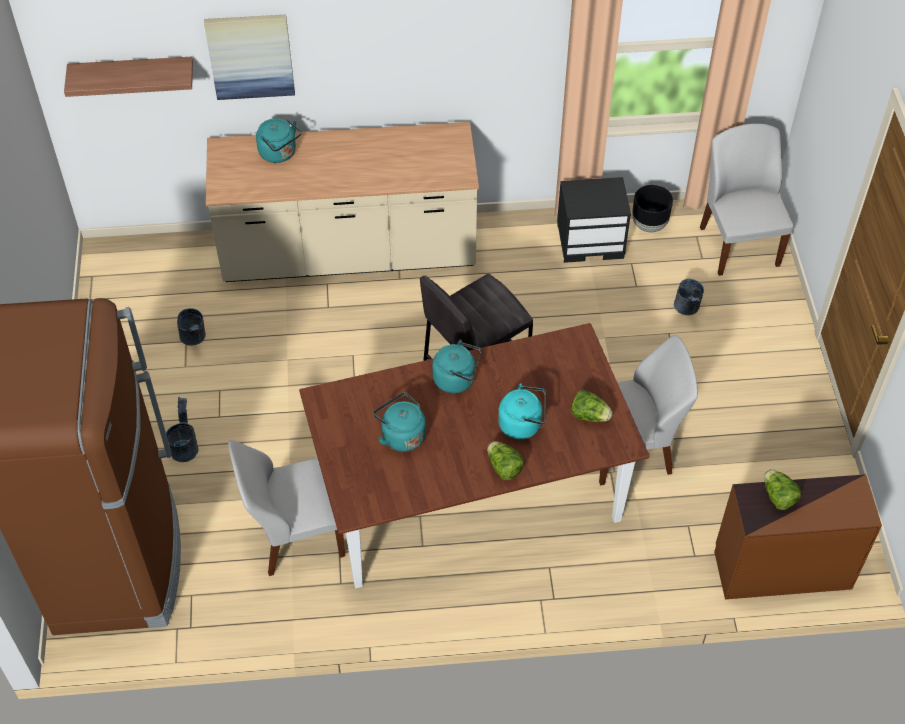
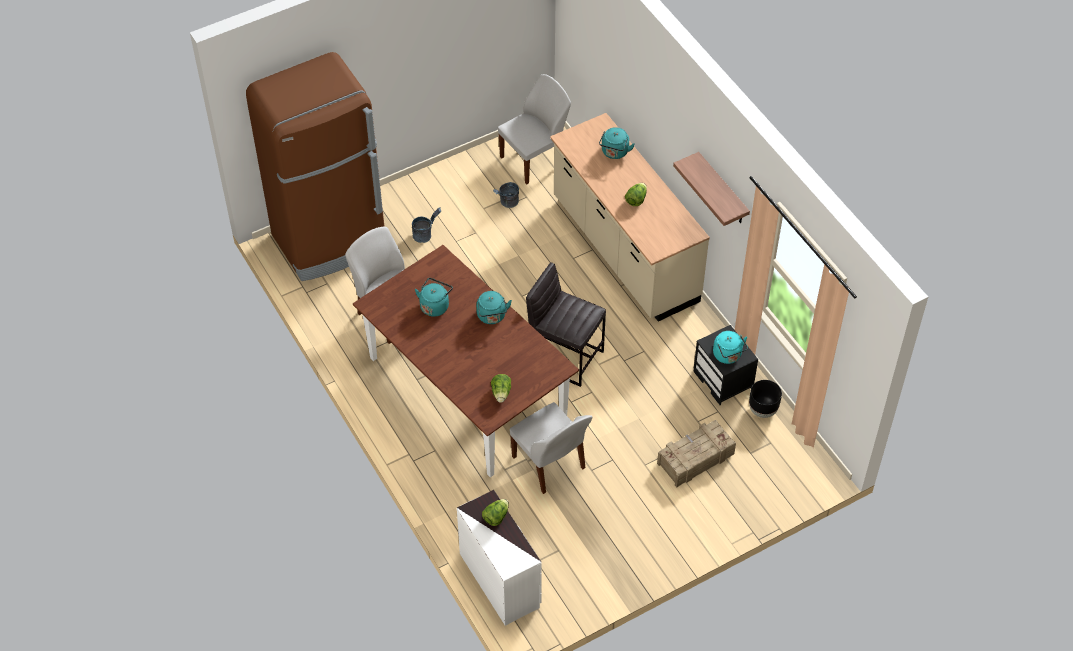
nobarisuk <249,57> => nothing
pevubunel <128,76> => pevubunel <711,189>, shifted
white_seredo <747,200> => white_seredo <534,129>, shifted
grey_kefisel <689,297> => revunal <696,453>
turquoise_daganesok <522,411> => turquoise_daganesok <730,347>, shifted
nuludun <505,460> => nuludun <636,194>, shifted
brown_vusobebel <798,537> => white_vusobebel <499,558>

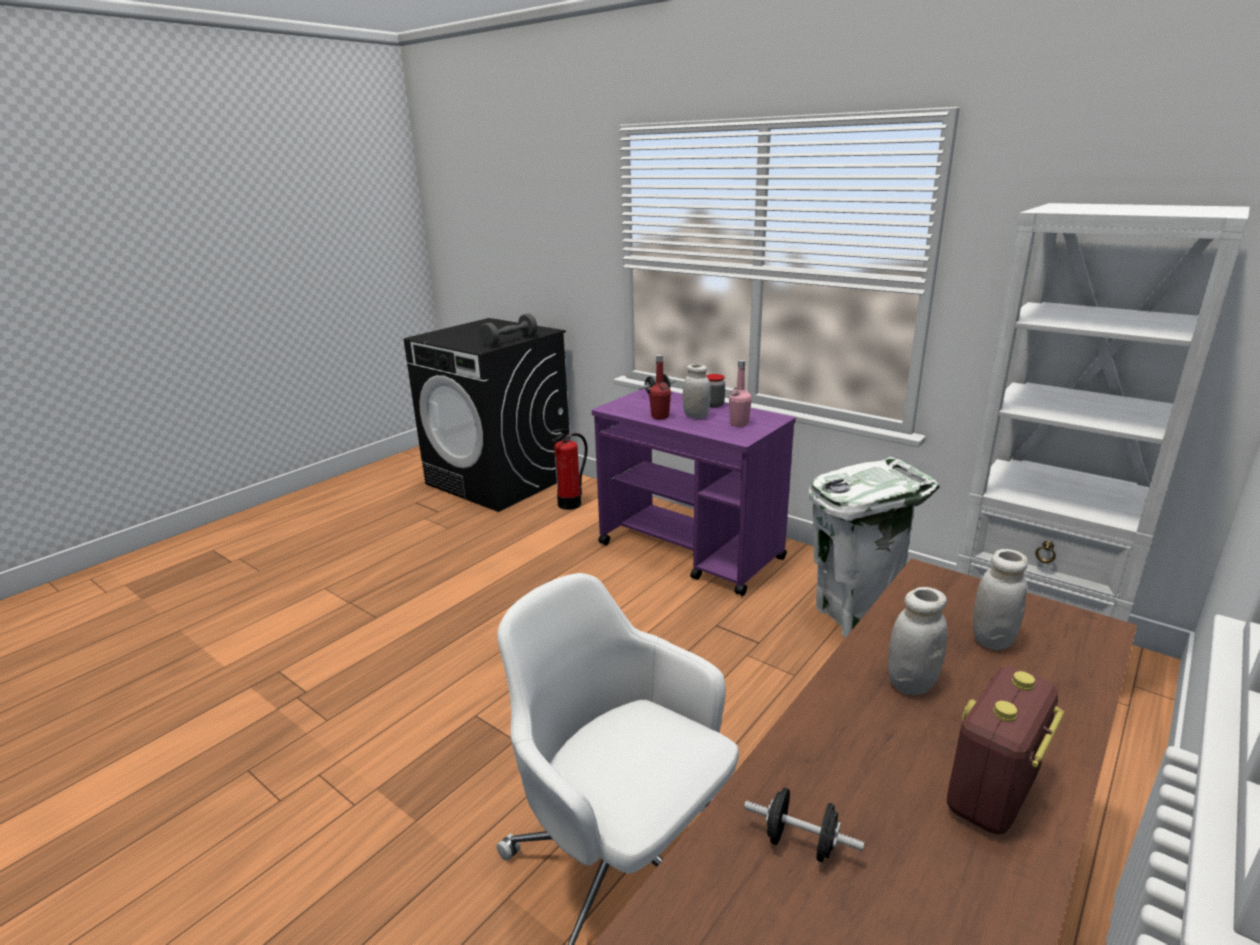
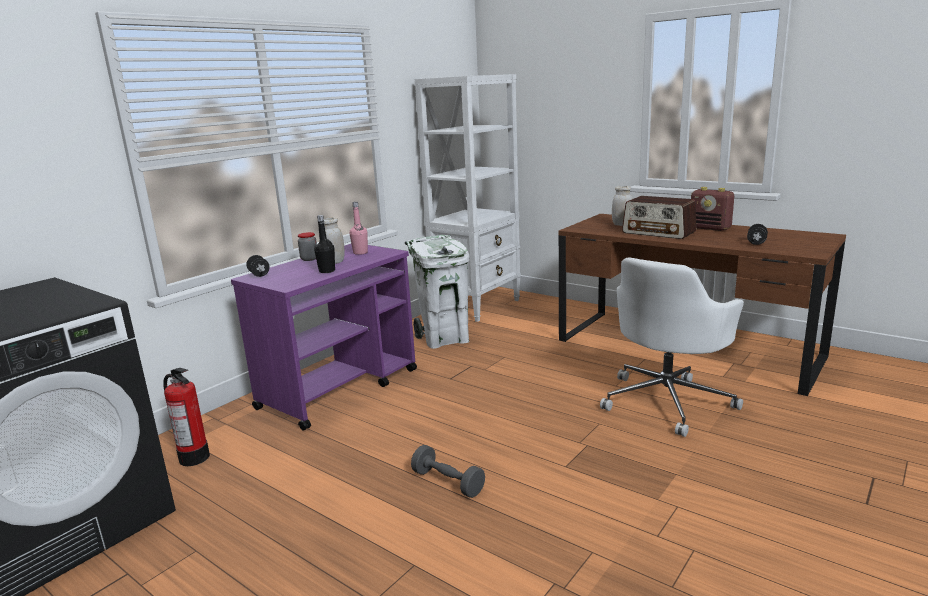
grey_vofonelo <508,330> => grey_vofonelo <448,471>, shifted
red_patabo <660,387> => black_patabo <324,244>
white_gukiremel <917,641> => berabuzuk <659,217>

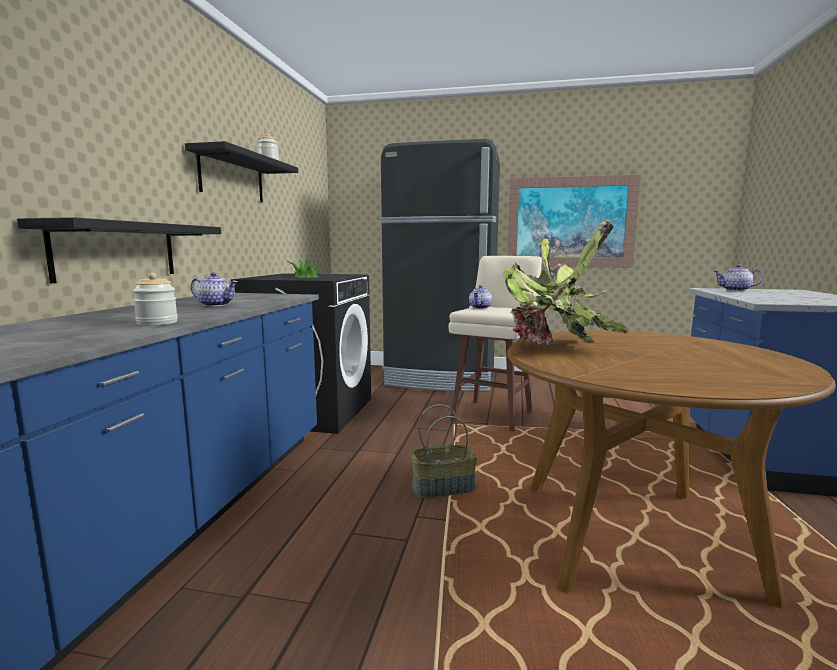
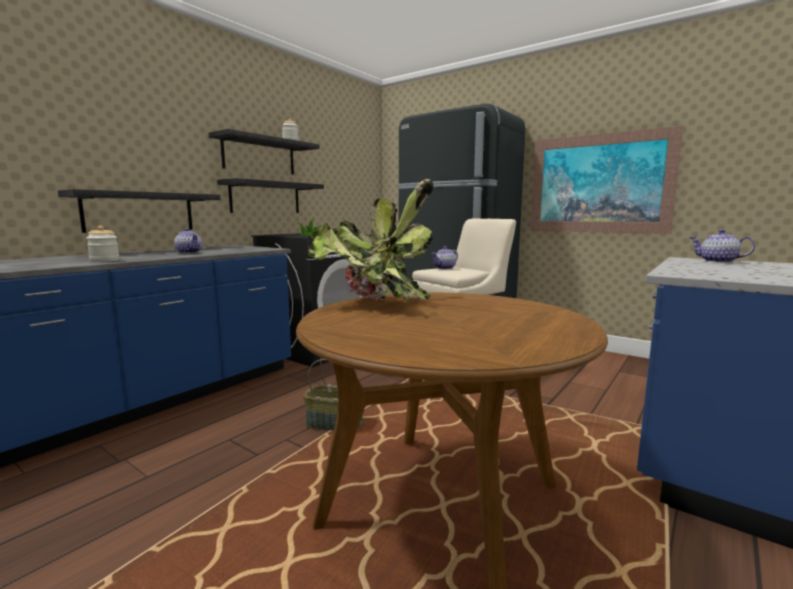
nothing => black_pevubunel <270,195>

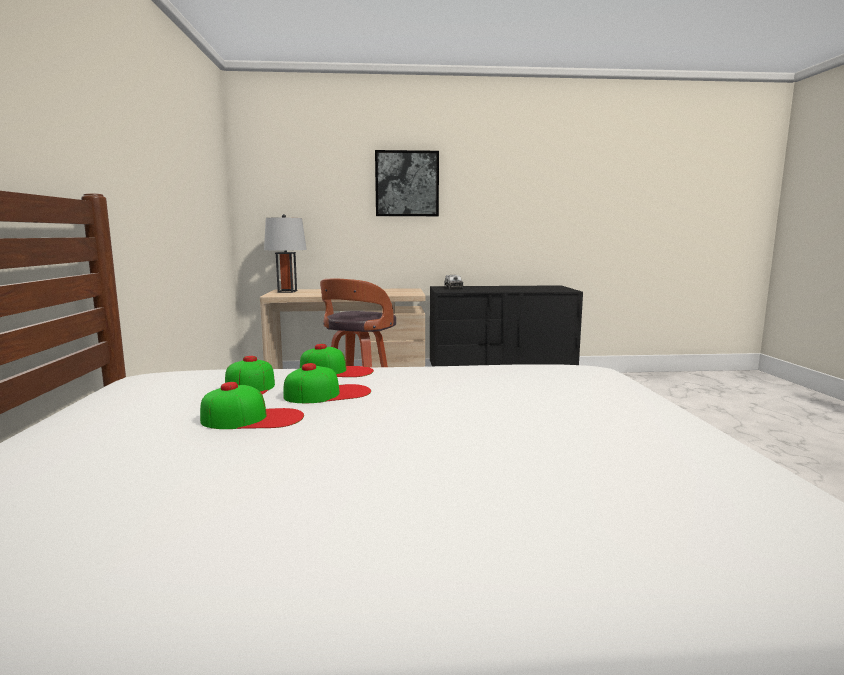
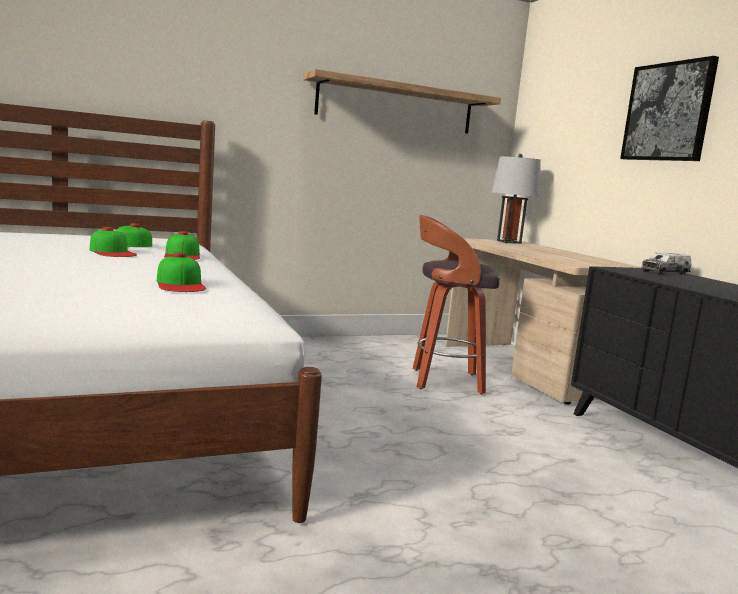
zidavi <252,405> => zidavi <181,272>, shifted
nothing => pevubunel <402,101>

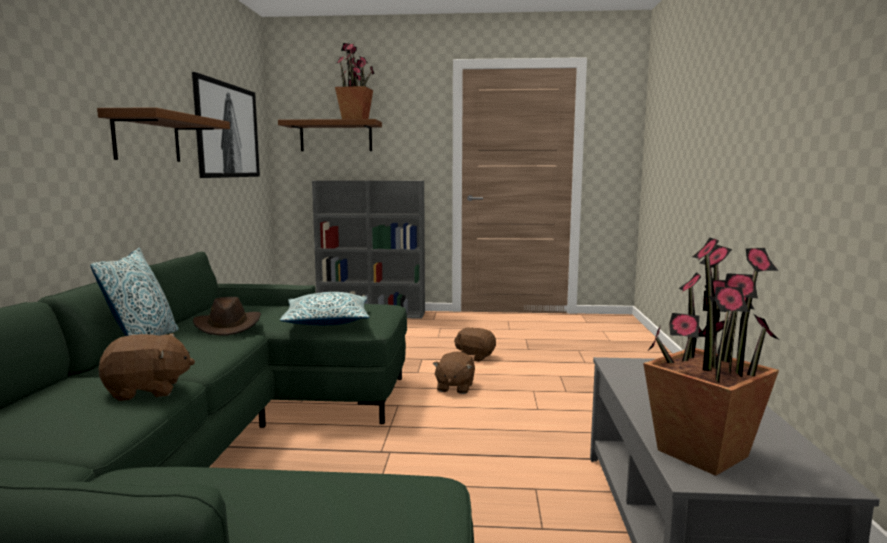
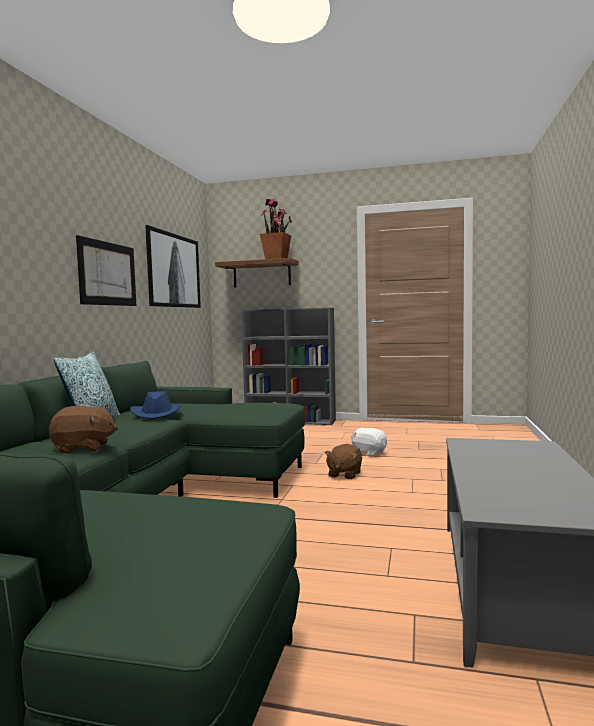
brown_pevubunel <163,134> => nobarisuk <106,270>
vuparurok <711,356> => nothing
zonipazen <324,308> => nothing
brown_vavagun <227,316> => blue_vavagun <156,405>
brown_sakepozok <475,344> => white_sakepozok <369,442>

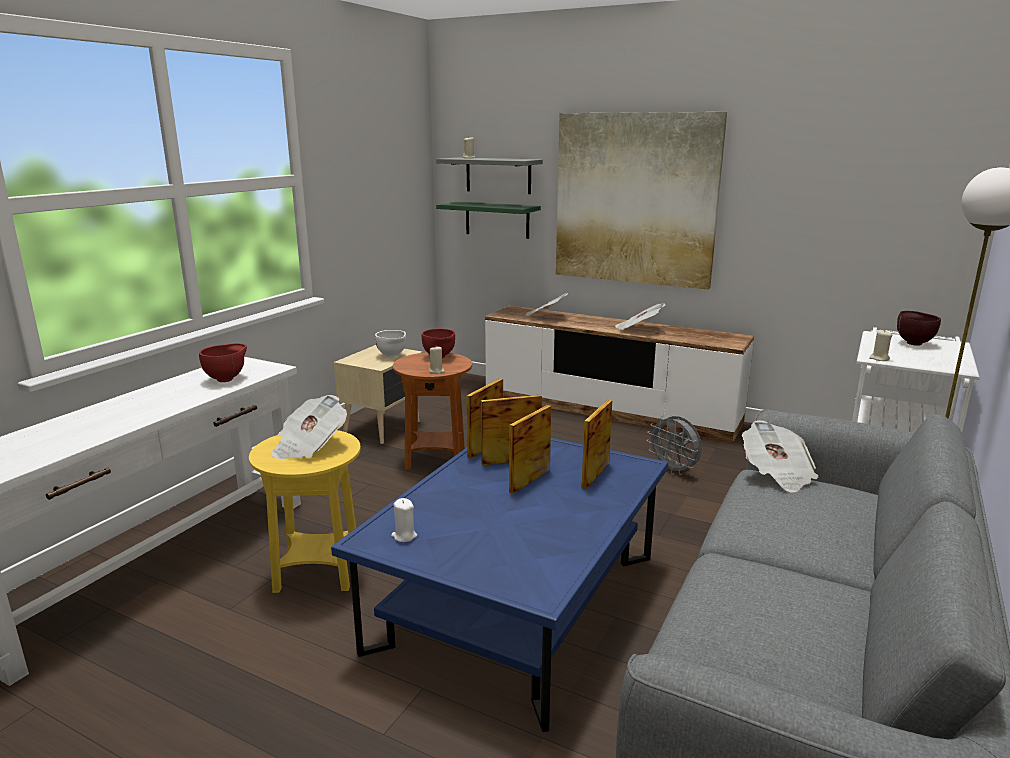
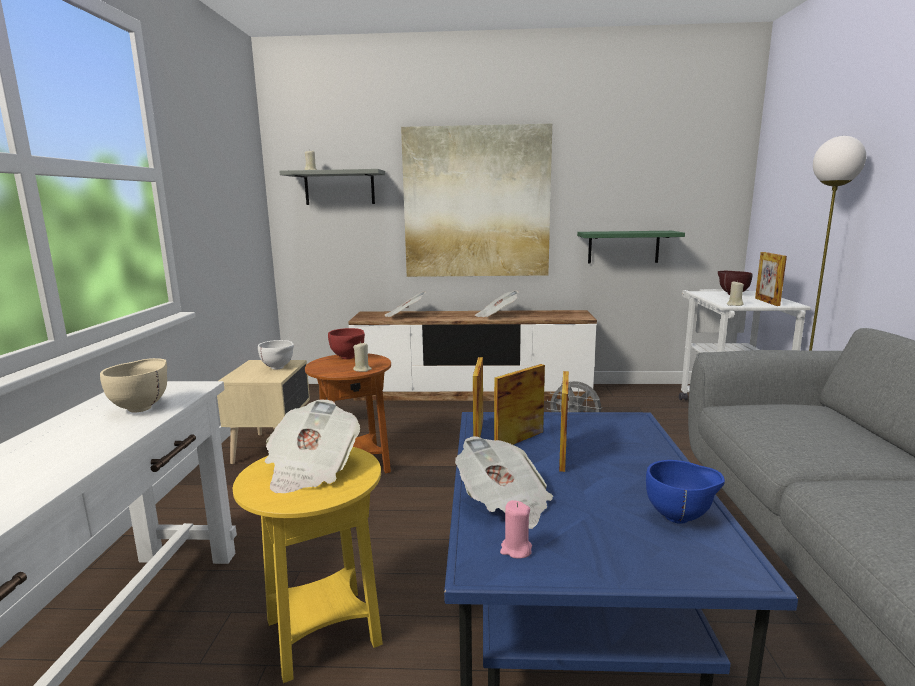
green_pevubunel <488,220> => green_pevubunel <631,247>, shifted
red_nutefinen <223,362> => beige_nutefinen <133,385>
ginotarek <597,444> => ginotarek <771,279>, shifted
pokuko <780,456> => pokuko <504,482>, shifted
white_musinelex <404,520> => pink_musinelex <516,529>
nothing => blue_nutefinen <685,492>

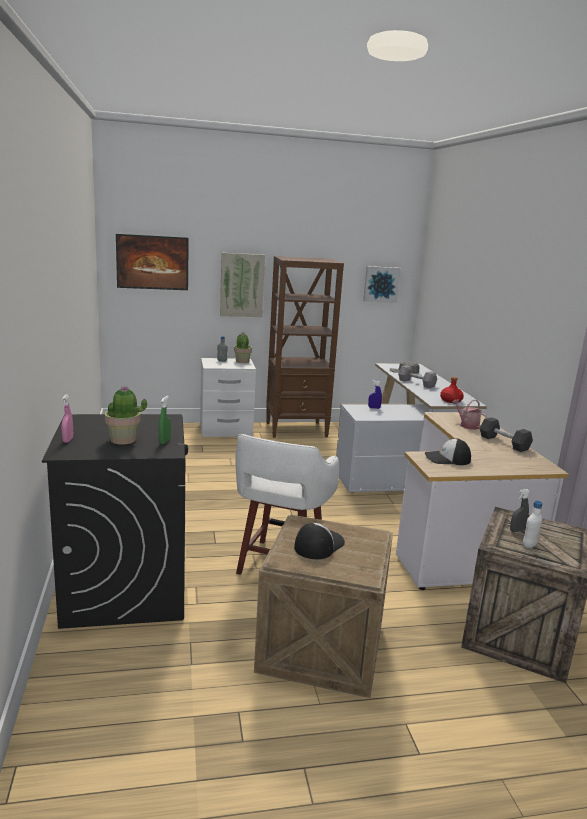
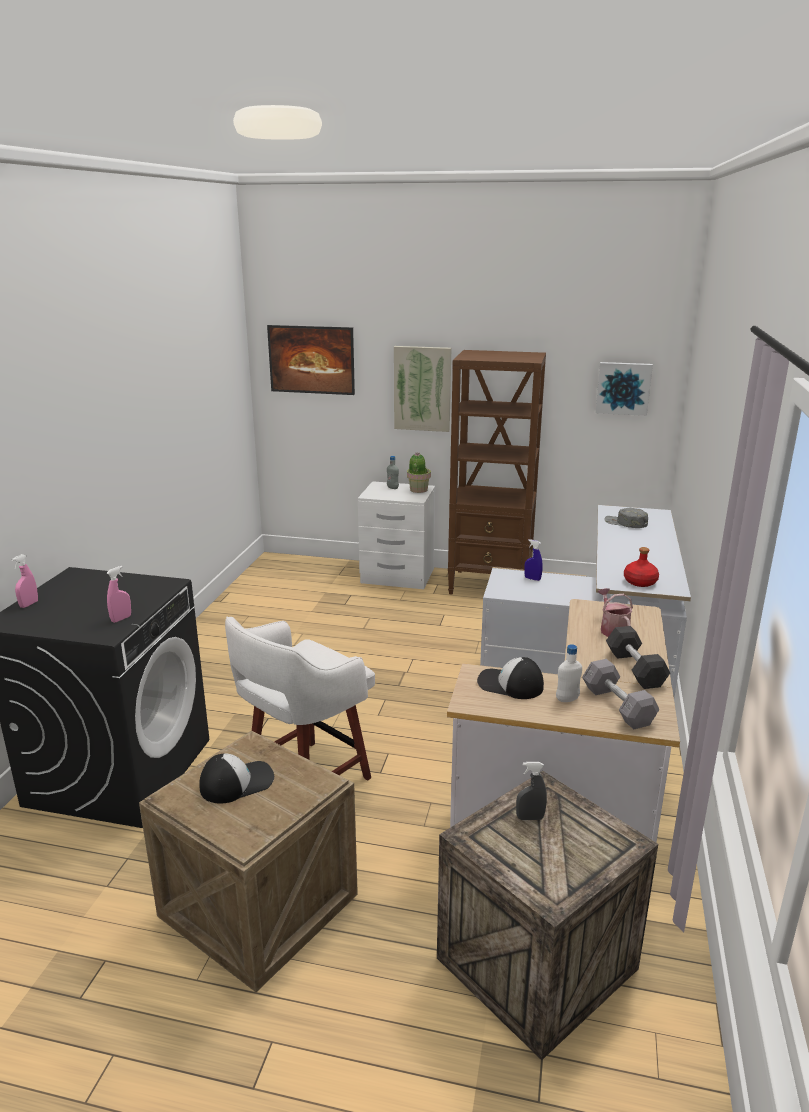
grey_vofonelo <417,376> => grey_vofonelo <621,694>, shifted
vuparurok <126,415> => nothing
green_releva <164,420> => pink_releva <119,594>
white_patabo <532,525> => white_patabo <569,673>, shifted

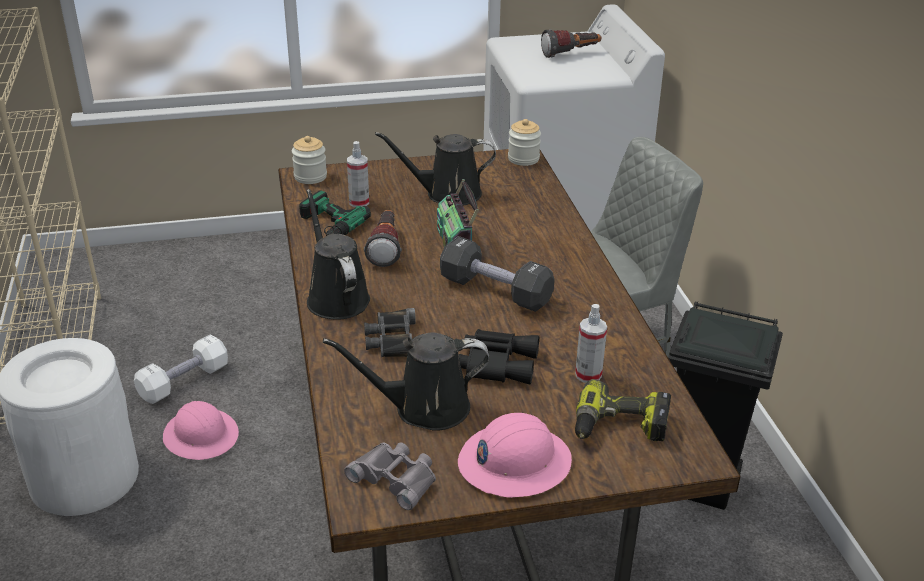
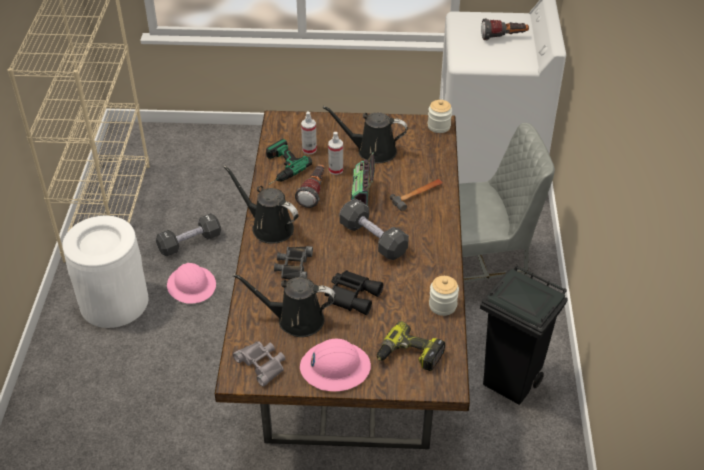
gukiremel <309,160> => gukiremel <444,296>, shifted
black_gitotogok <338,254> => black_gitotogok <261,204>, 45 degrees counterclockwise
releva <591,343> => releva <335,153>, shifted
white_vofonelo <181,369> => black_vofonelo <188,234>
nothing => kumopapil <416,195>

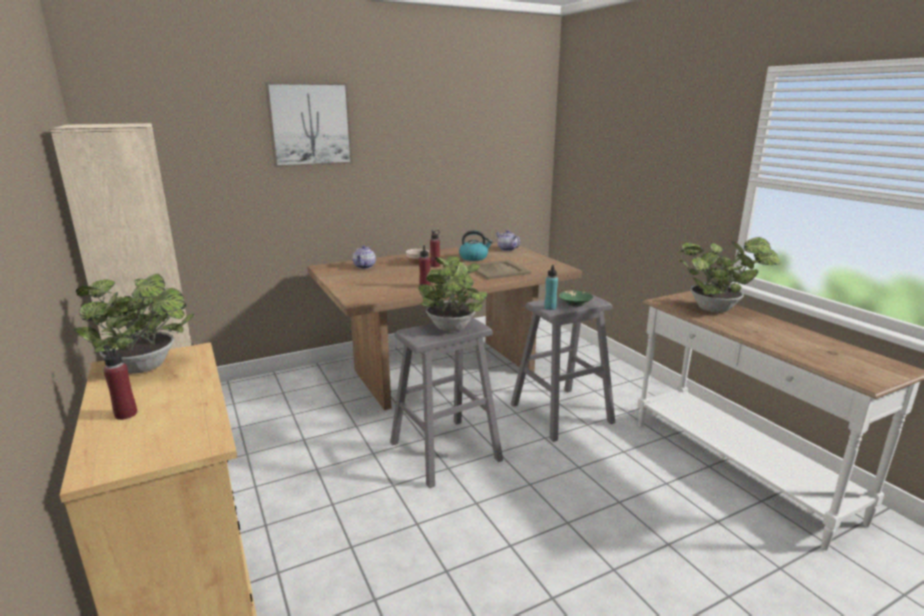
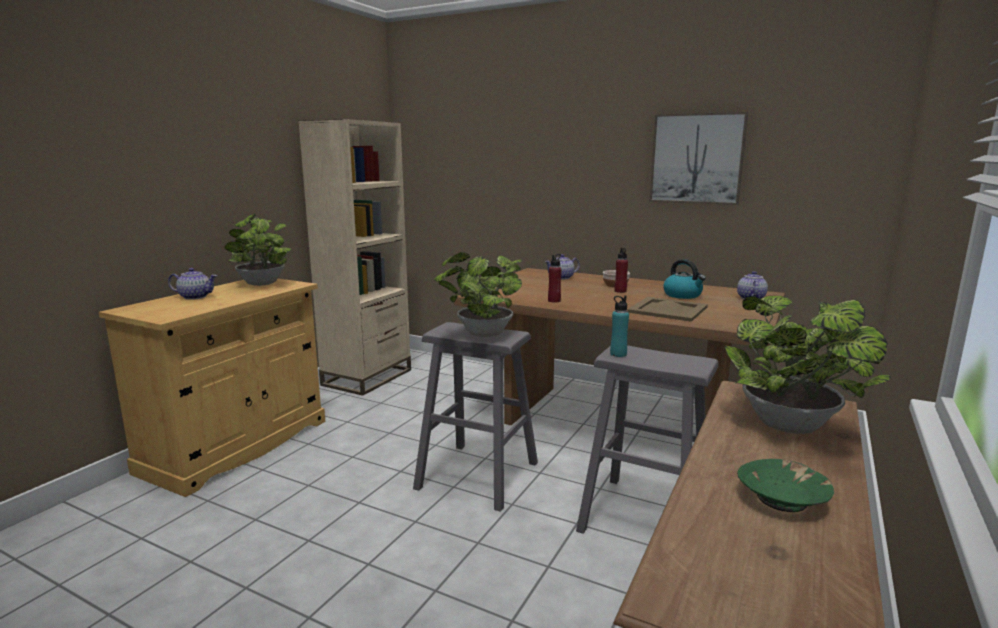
nobarisuk <309,124> => nobarisuk <698,158>, shifted
green_nutefinen <576,298> => green_nutefinen <785,485>, shifted
red_patabo <120,382> => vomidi <192,284>

